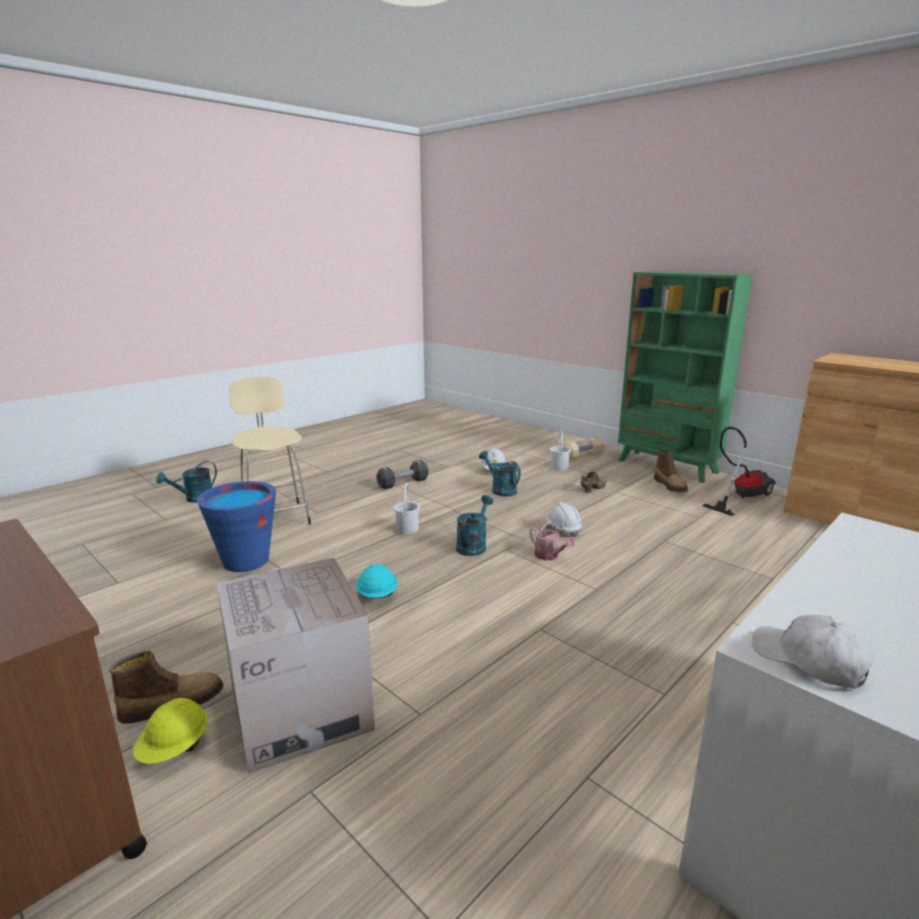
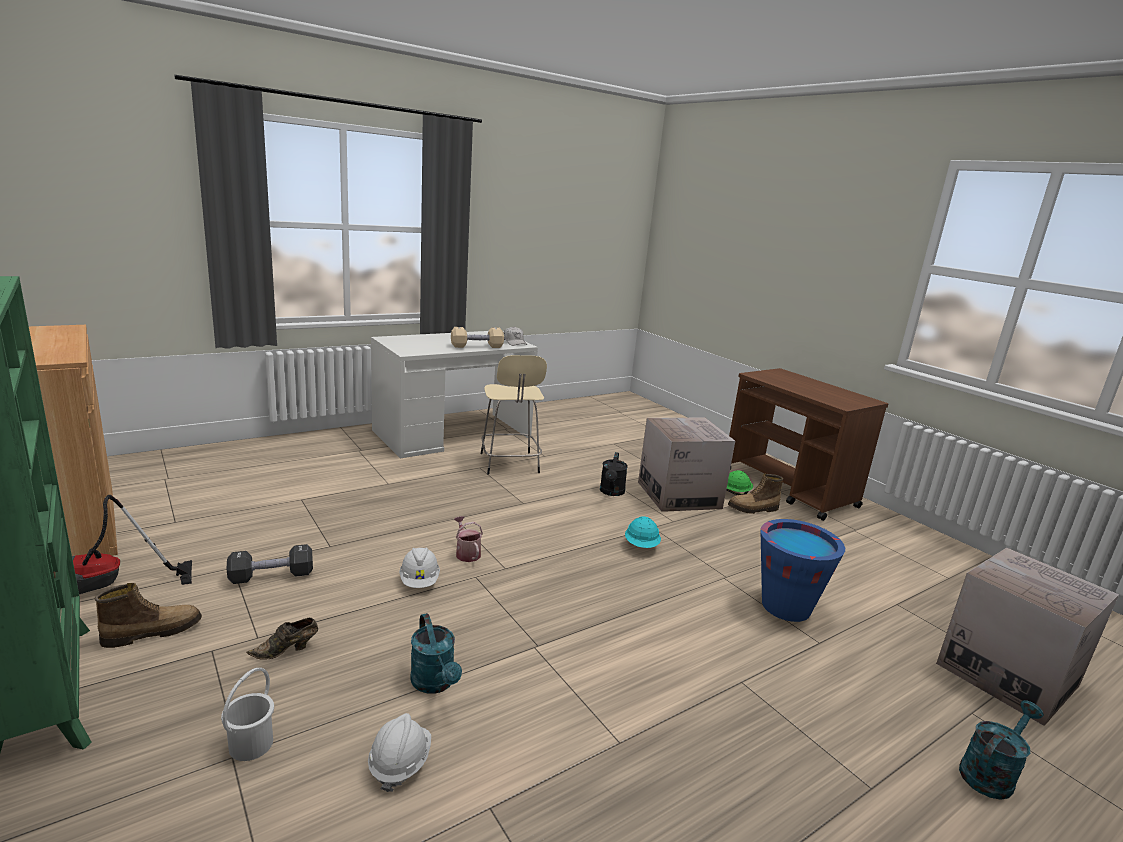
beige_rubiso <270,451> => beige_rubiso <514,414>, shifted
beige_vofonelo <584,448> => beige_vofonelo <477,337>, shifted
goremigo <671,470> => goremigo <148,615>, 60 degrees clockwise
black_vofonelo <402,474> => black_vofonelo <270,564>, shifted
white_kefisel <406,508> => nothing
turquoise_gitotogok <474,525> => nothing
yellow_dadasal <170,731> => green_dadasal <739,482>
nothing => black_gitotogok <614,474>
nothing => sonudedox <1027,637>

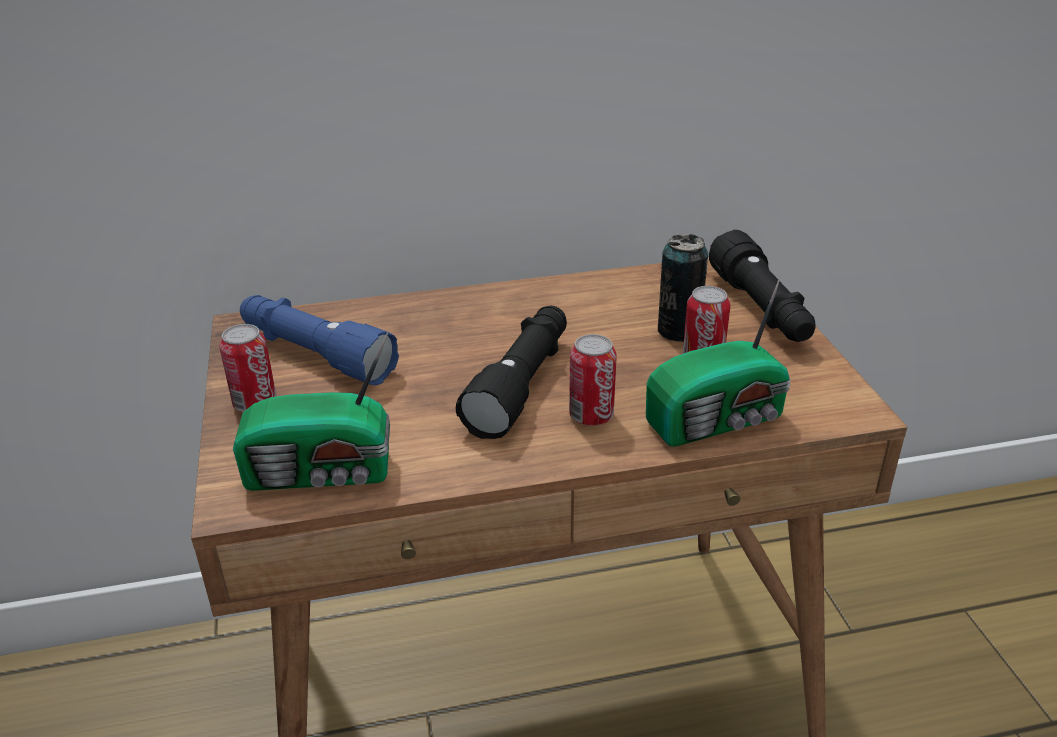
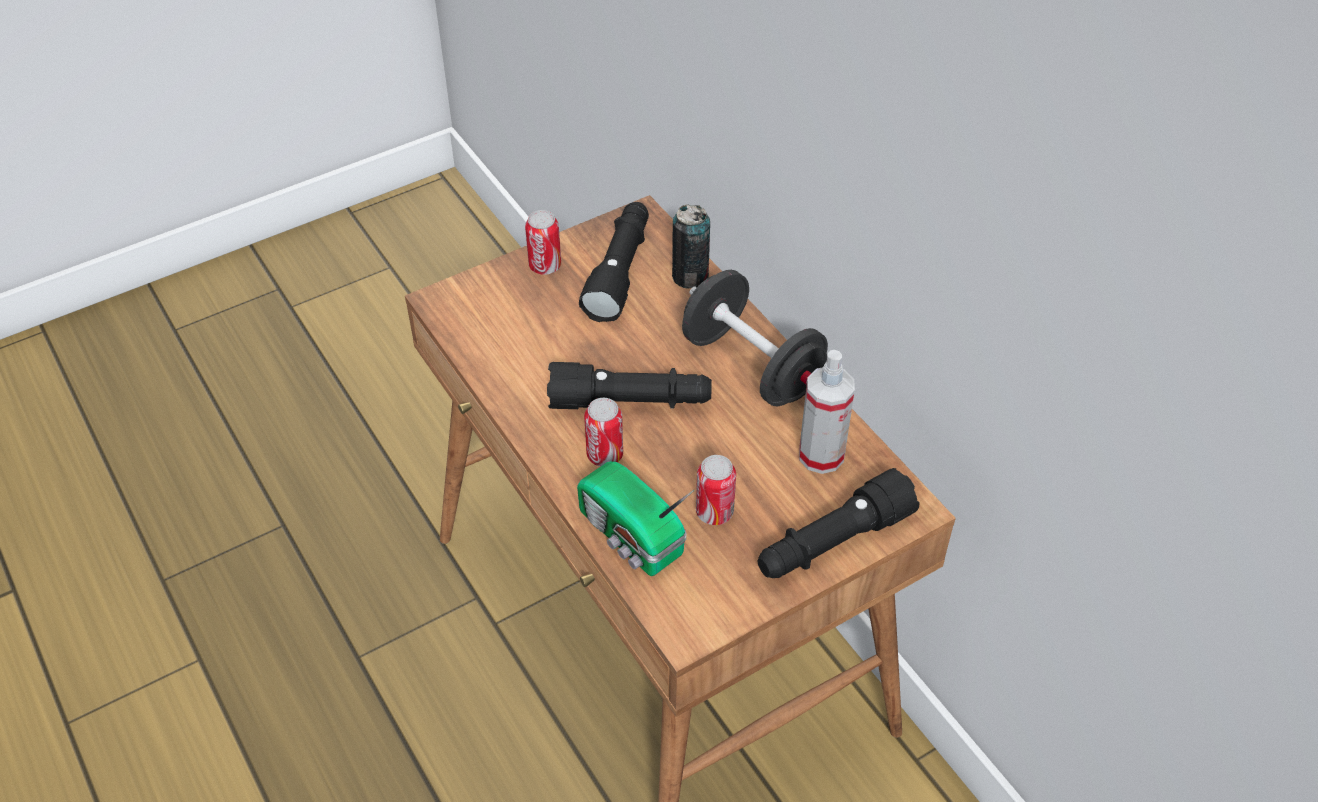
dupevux <683,288> => dupevux <691,246>, shifted
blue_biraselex <319,340> => black_biraselex <614,262>
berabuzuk <311,411> => nothing
nothing => black_vofonelo <755,338>
nothing => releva <827,412>

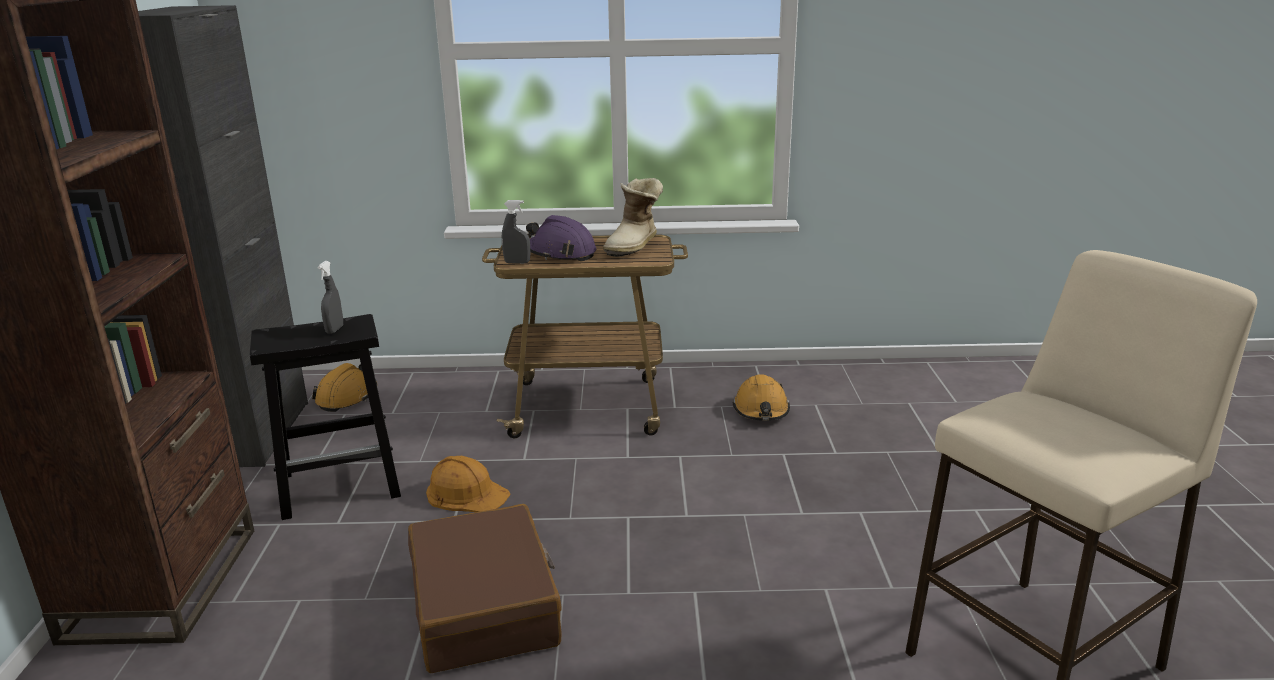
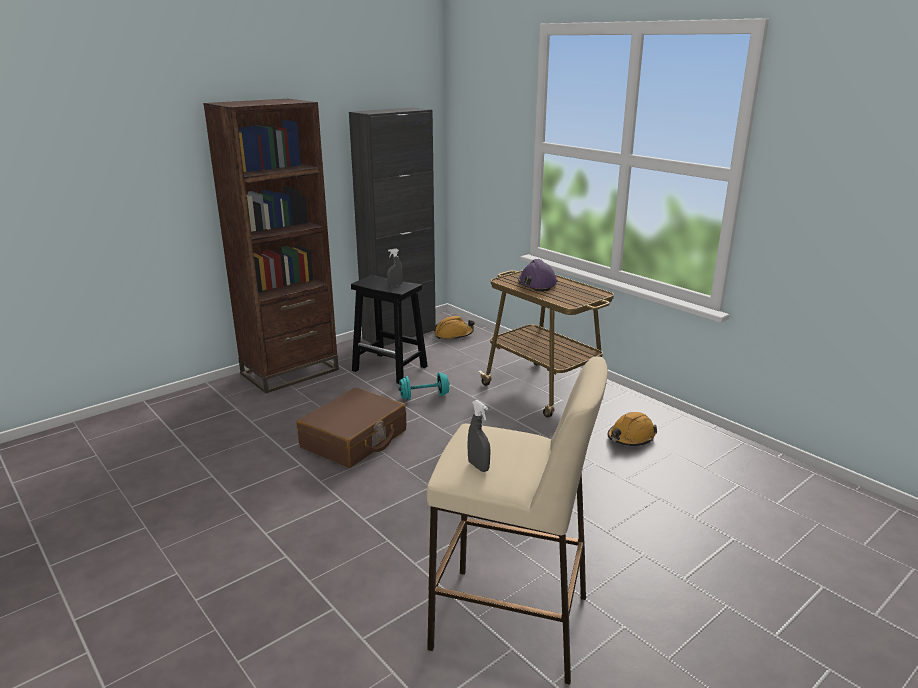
goremigo <633,217> => nothing
grey_releva <516,232> => grey_releva <479,436>, shifted
orange_dadasal <468,484> => turquoise_vofonelo <424,386>

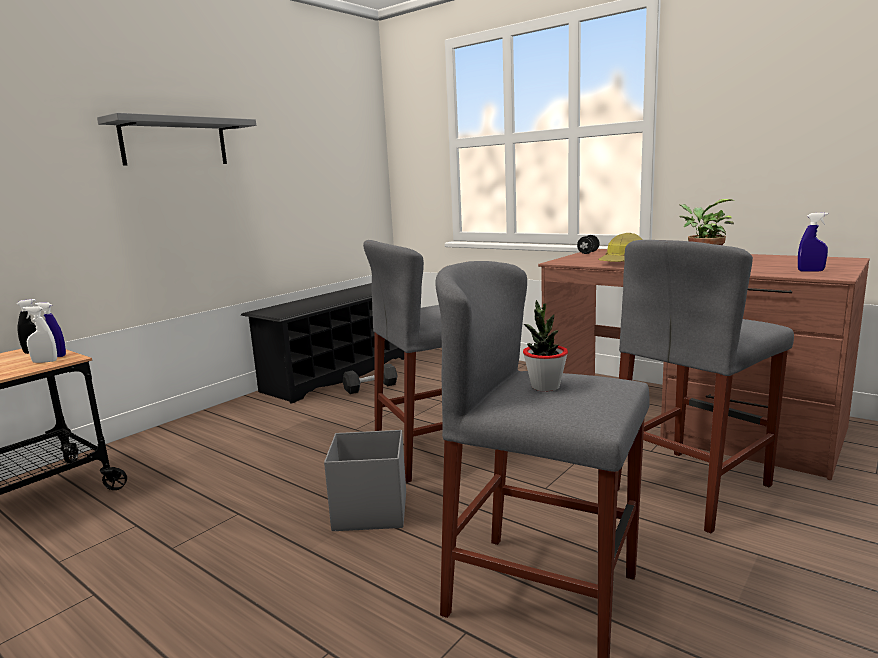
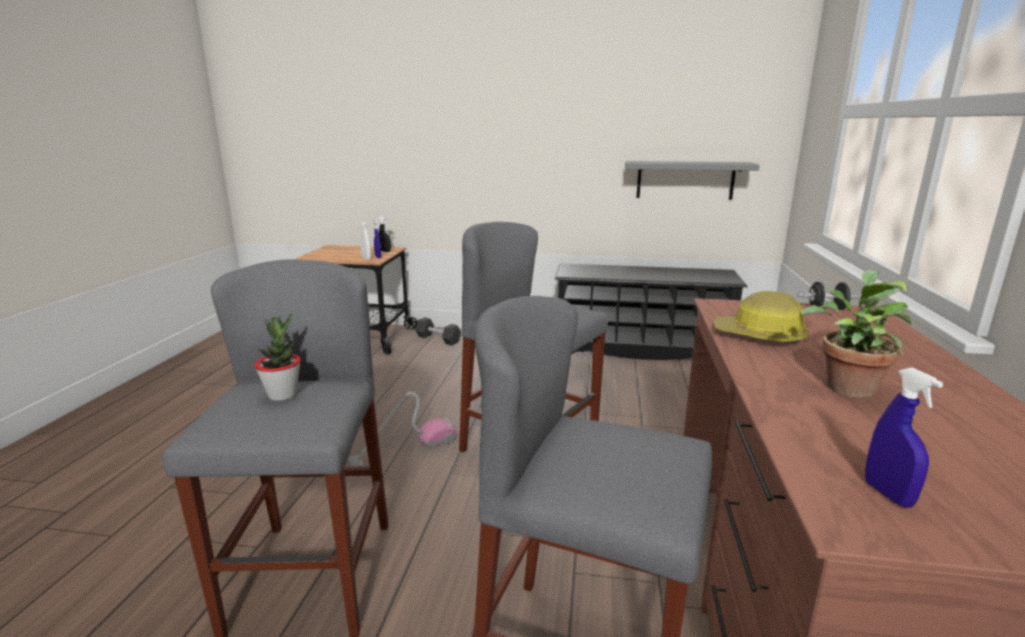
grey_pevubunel <176,139> => grey_pevubunel <692,180>, shifted
black_vofonelo <370,378> => black_vofonelo <438,331>, shifted
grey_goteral <365,480> => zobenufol <402,429>

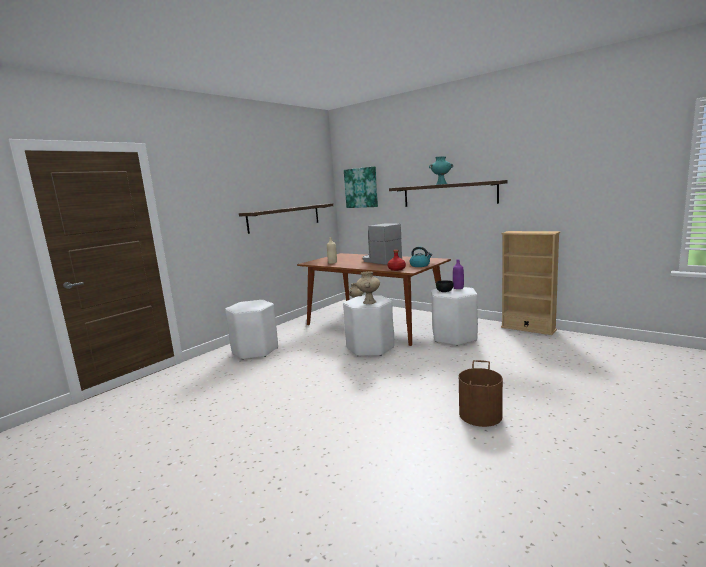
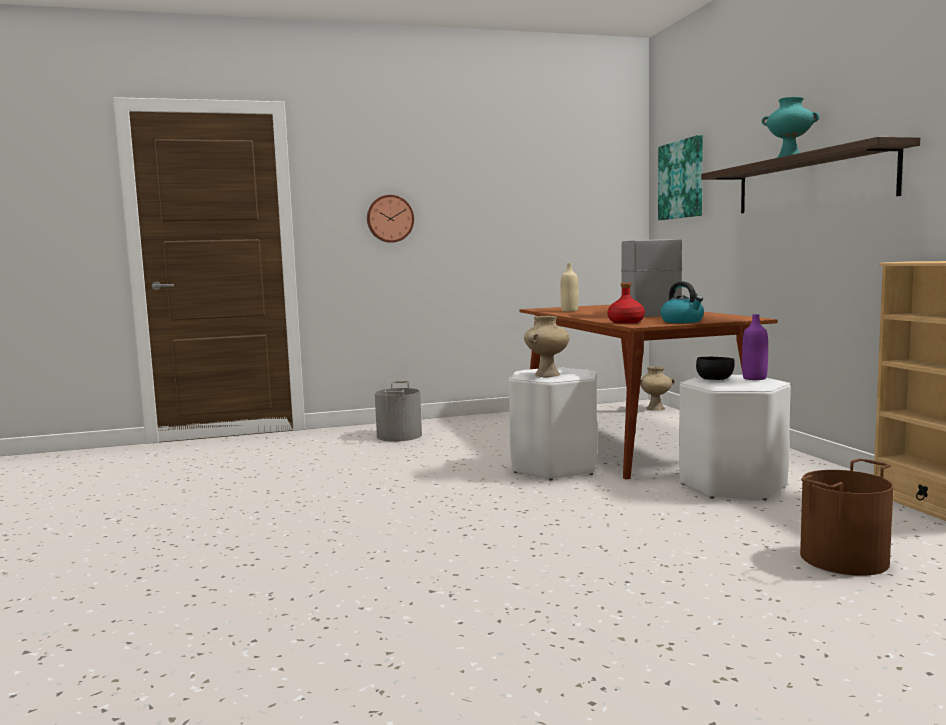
pevubunel <286,218> => nothing
white_rubiso <251,330> => grey_kefisel <398,411>
brown_kefisel <481,393> => brown_kefisel <847,517>, shifted
nothing => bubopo <390,219>

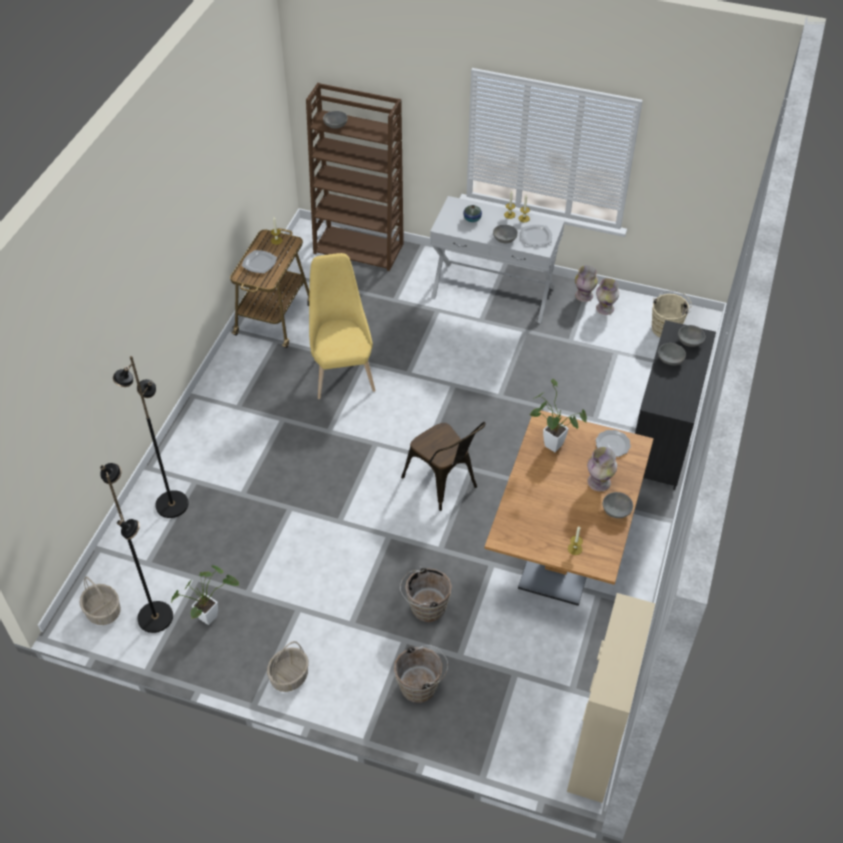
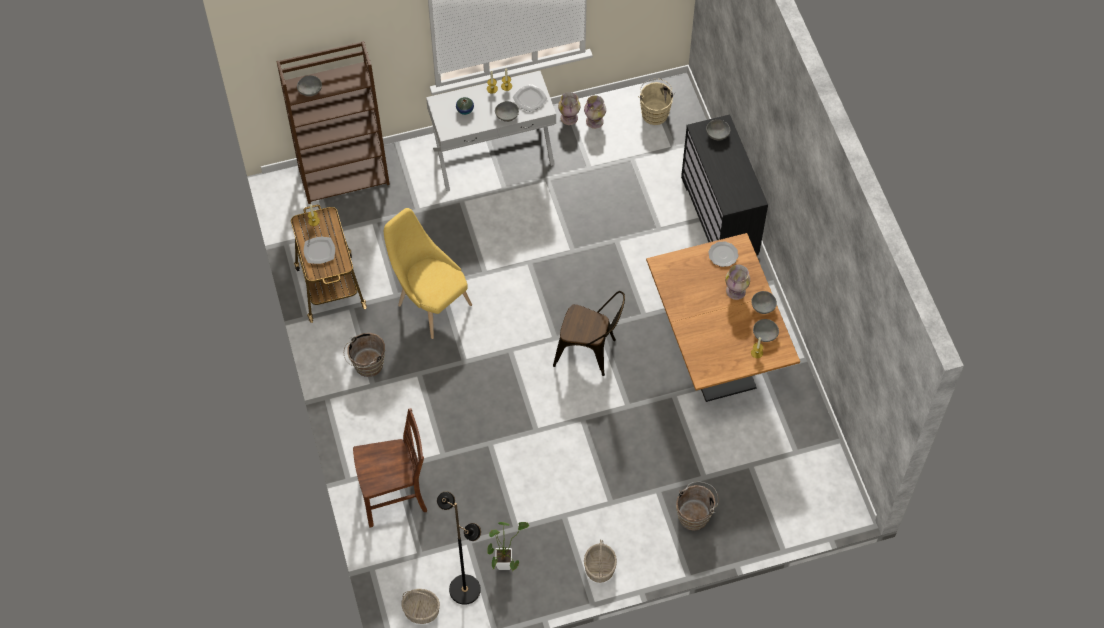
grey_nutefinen <672,354> => grey_nutefinen <766,330>, shifted
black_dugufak <151,437> => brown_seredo <390,467>
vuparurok <558,415> => nothing
brown_kefisel <426,594> => brown_kefisel <364,355>, shifted
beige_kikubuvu <611,698> => nothing

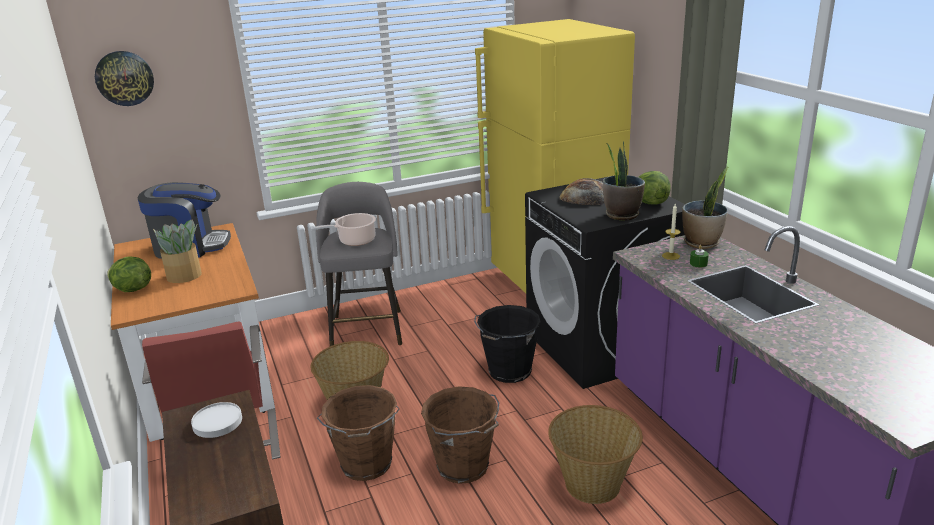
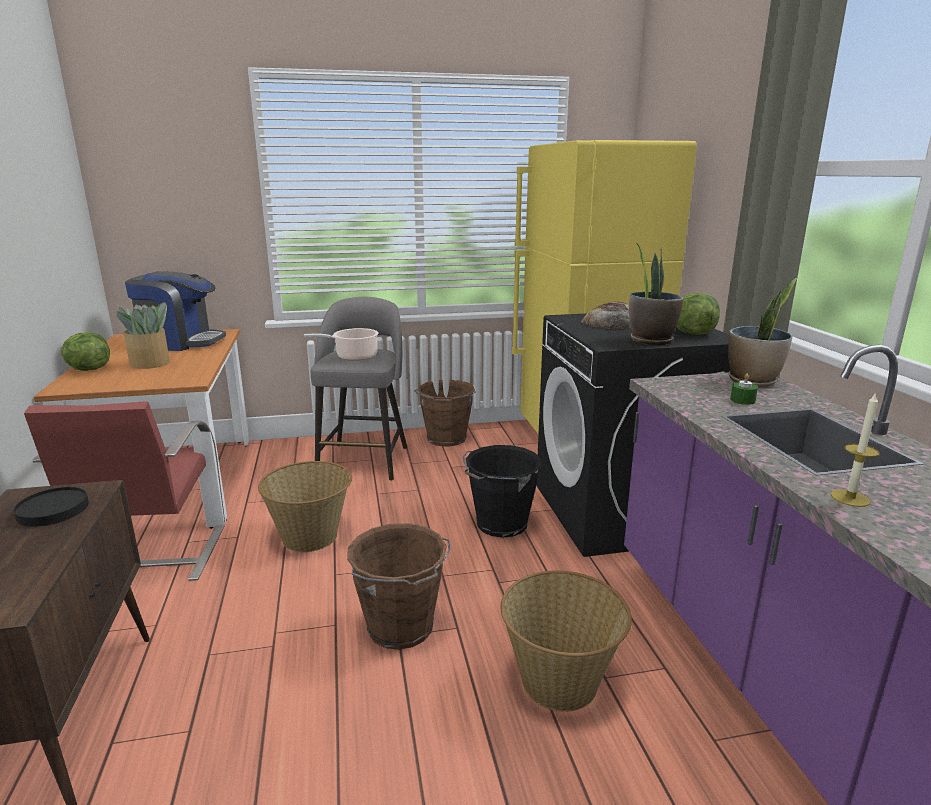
bubopo <124,78> => nothing
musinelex <671,232> => musinelex <855,449>, shifted
brown_kefisel <358,433> => brown_kefisel <445,413>, shifted
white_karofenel <216,420> => black_karofenel <51,507>

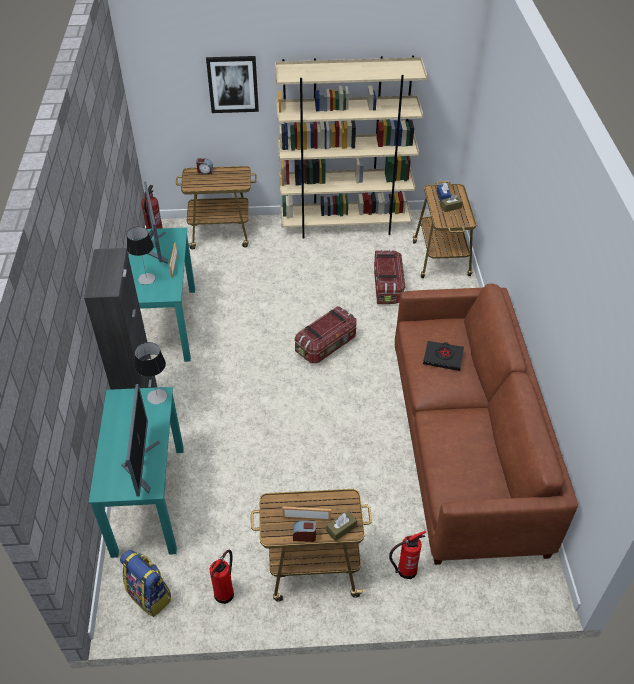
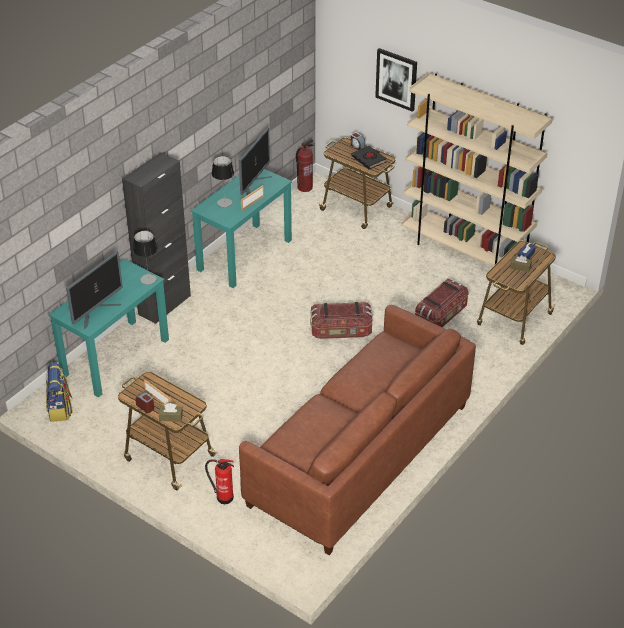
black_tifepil <443,356> => black_tifepil <369,157>, shifted
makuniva <222,576> => nothing

